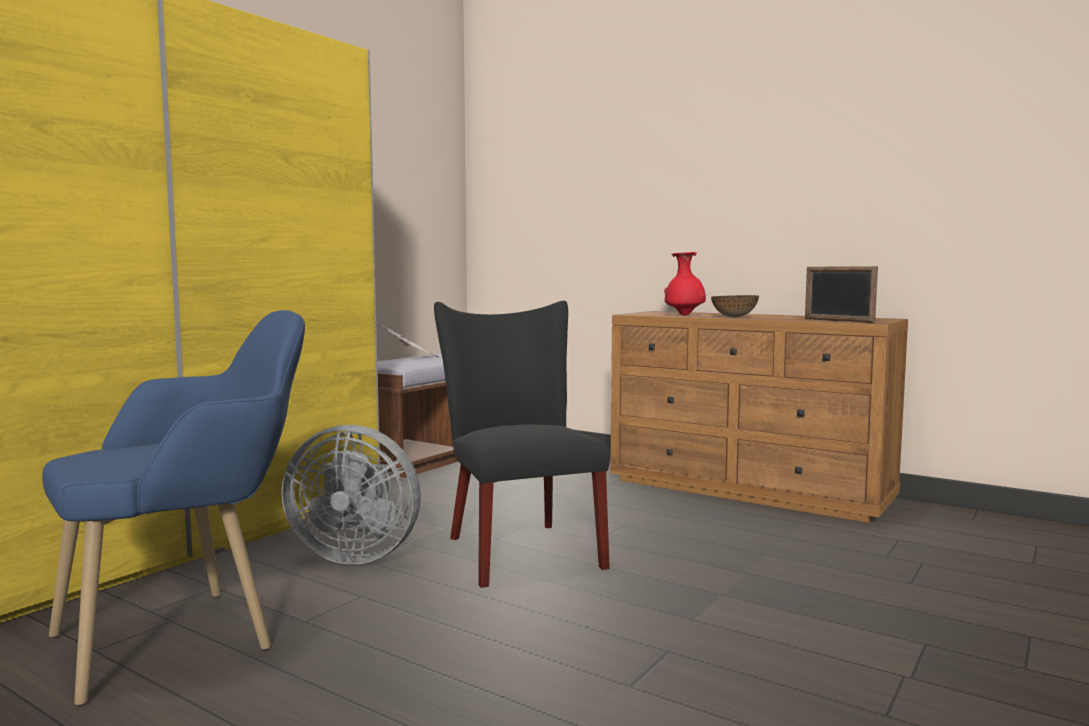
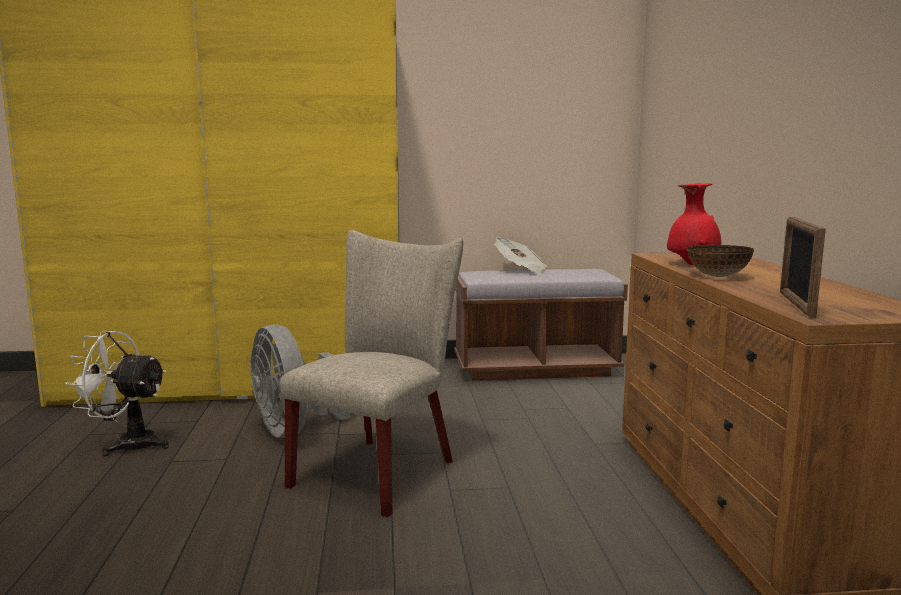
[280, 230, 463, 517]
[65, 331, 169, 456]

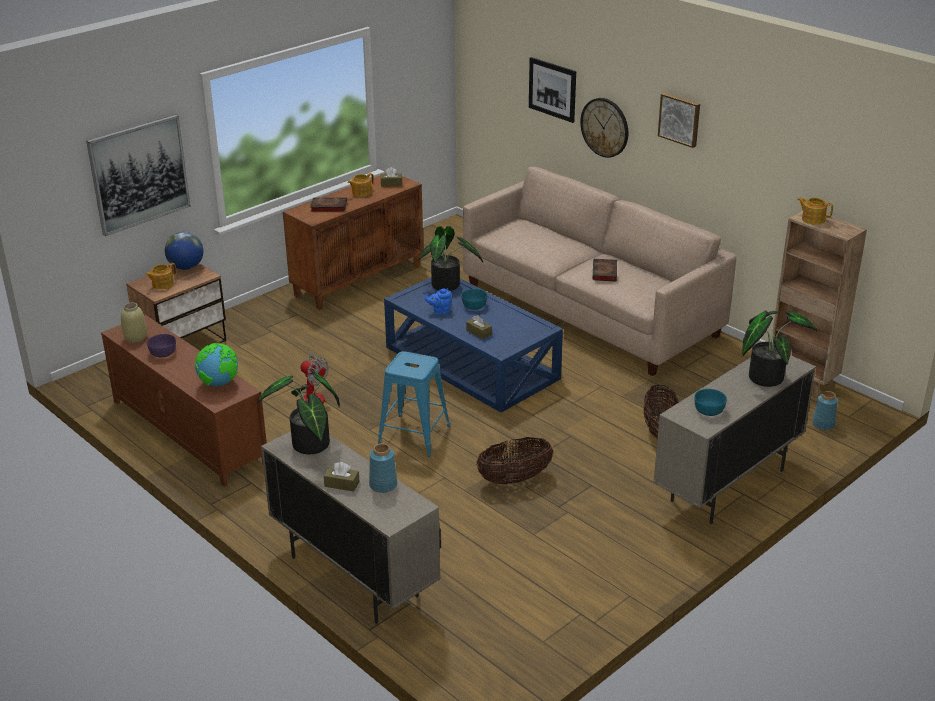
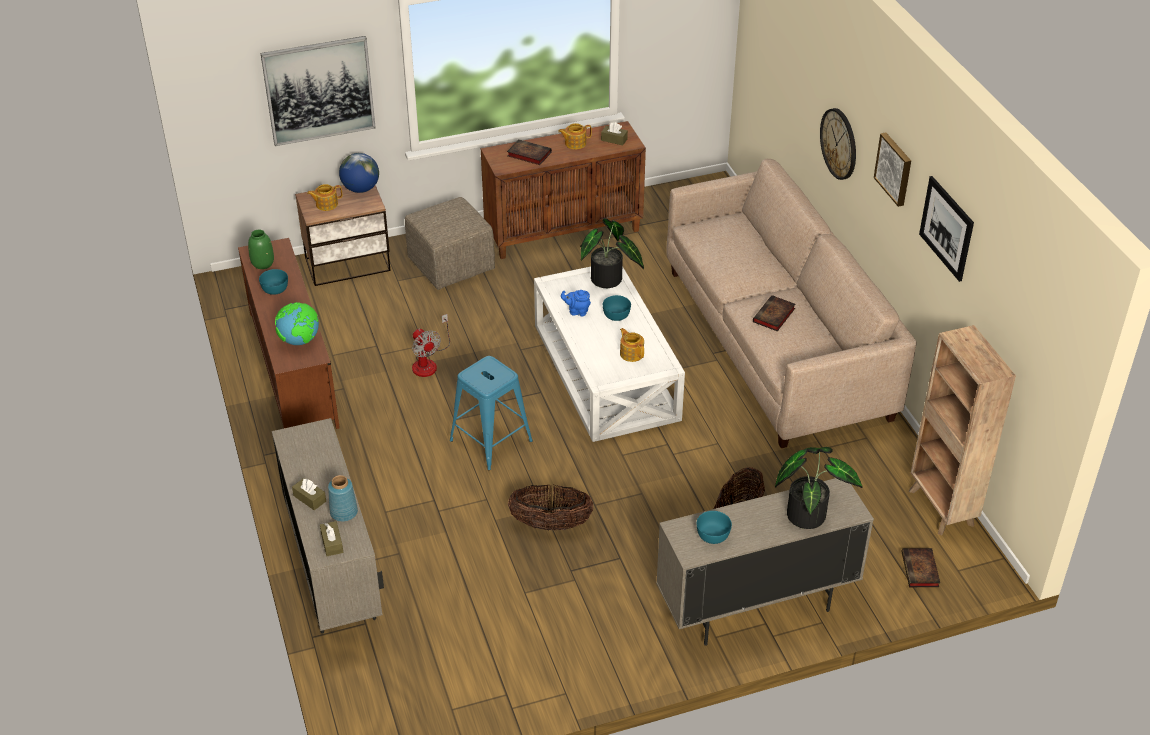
[919, 176, 974, 282]
[620, 328, 644, 362]
[534, 266, 685, 442]
[248, 230, 274, 269]
[320, 521, 344, 556]
[259, 269, 288, 295]
[257, 370, 340, 454] (first image)
[901, 548, 940, 587]
[405, 197, 495, 290]

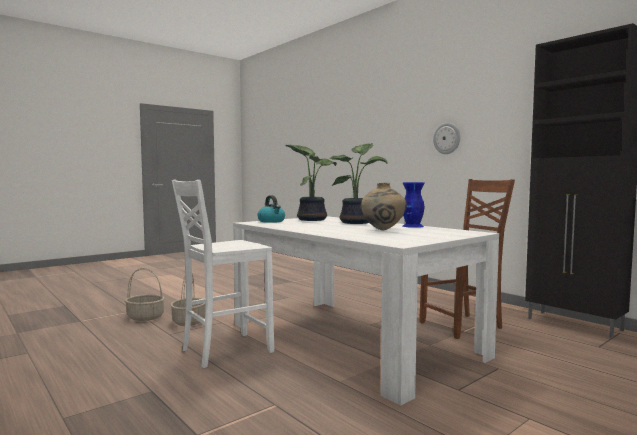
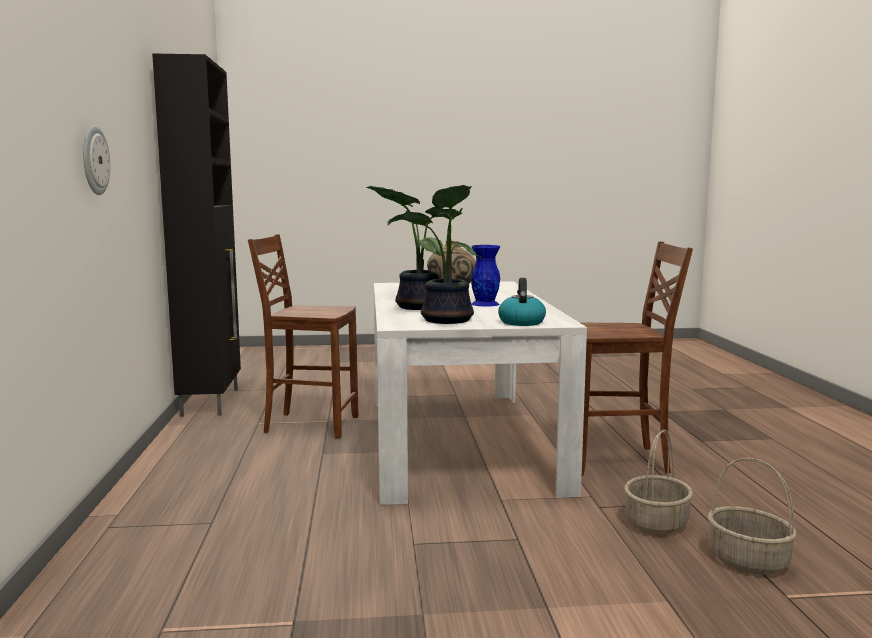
[579, 241, 693, 475]
[471, 245, 500, 307]

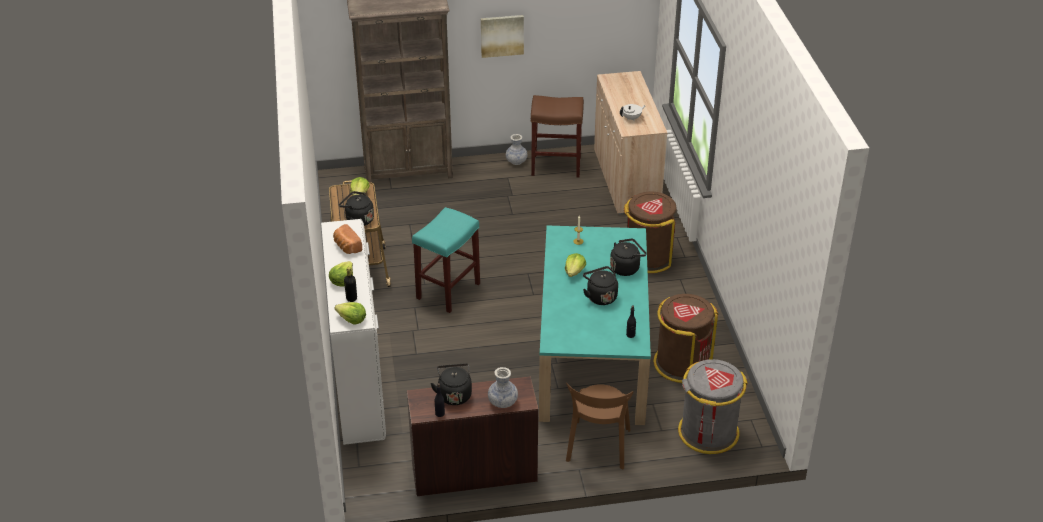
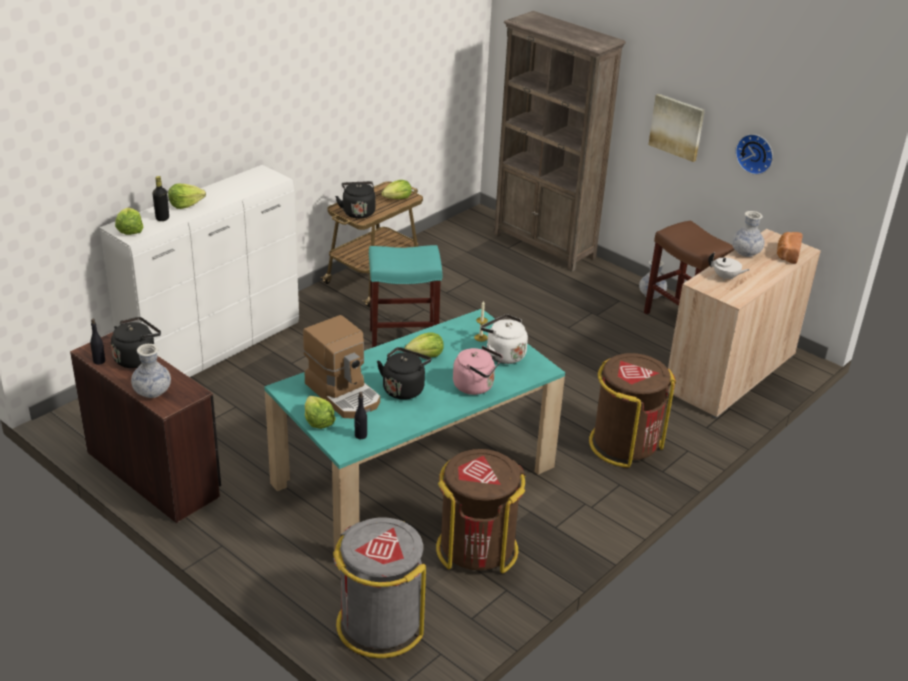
[777, 232, 803, 264]
[453, 346, 503, 395]
[566, 382, 633, 469] (first image)
[735, 134, 773, 175]
[732, 211, 764, 257]
[481, 314, 528, 364]
[303, 315, 380, 418]
[305, 396, 336, 429]

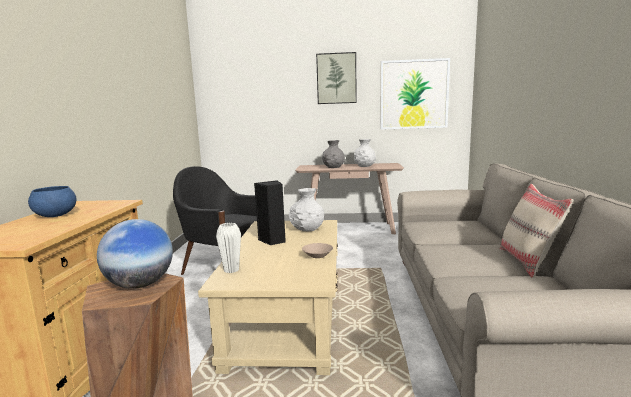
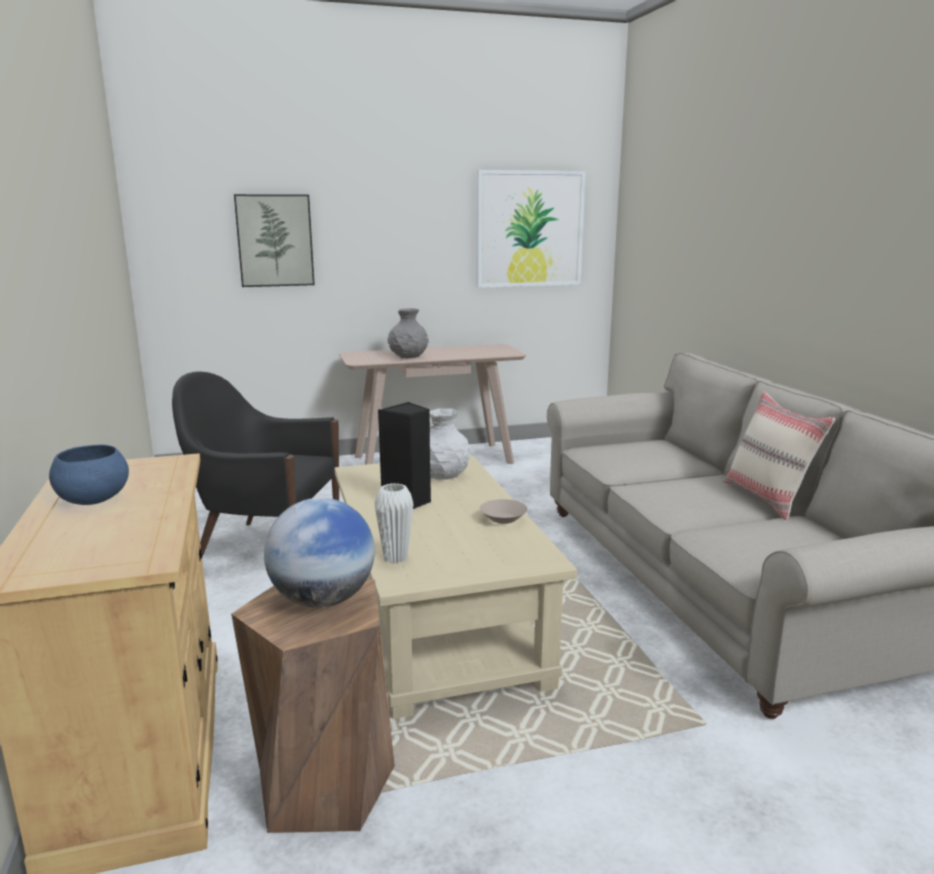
[234, 194, 315, 287]
[354, 139, 376, 167] (first image)

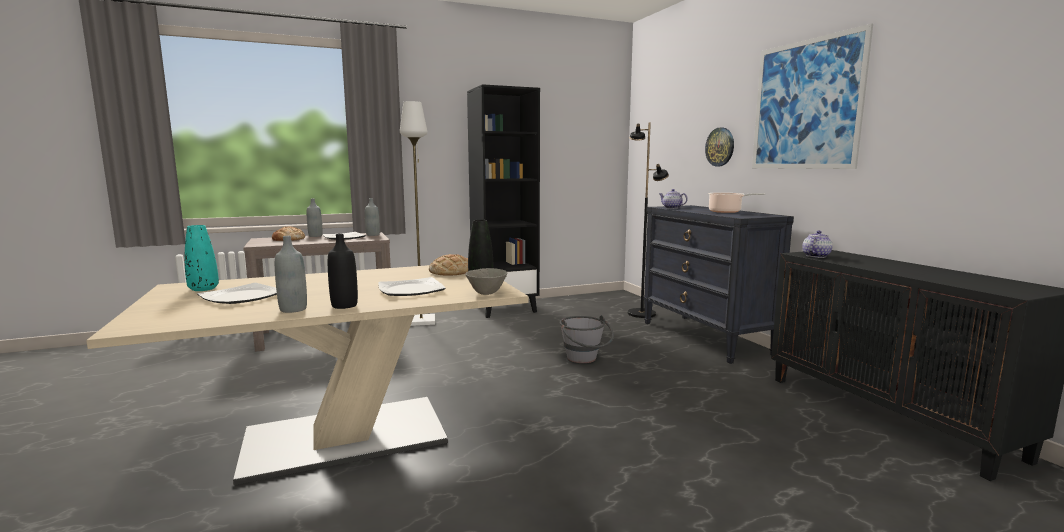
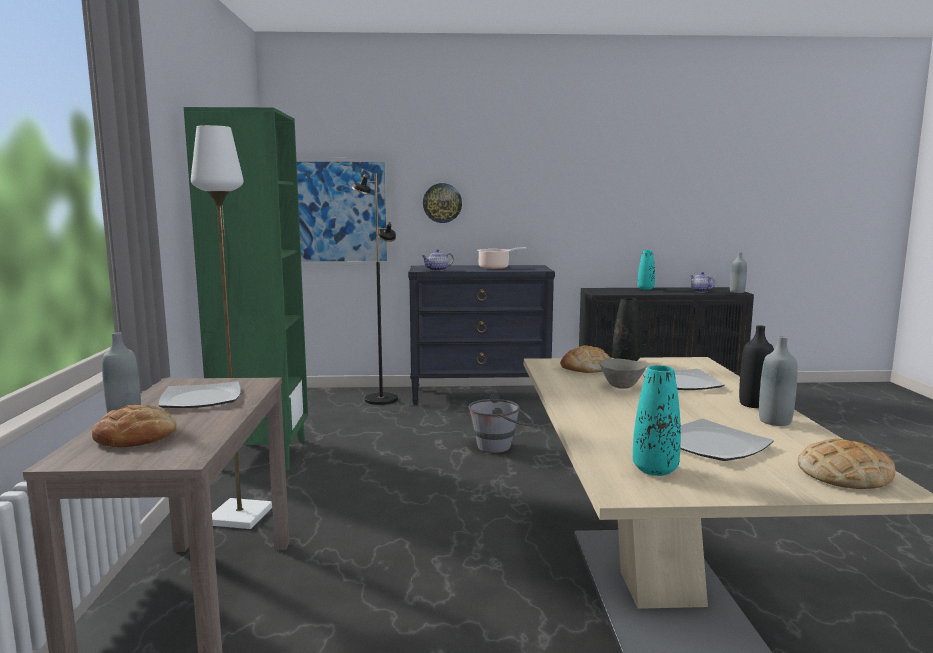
[296, 158, 391, 265]
[184, 107, 308, 471]
[730, 252, 747, 293]
[690, 272, 715, 292]
[599, 358, 647, 389]
[638, 250, 655, 290]
[798, 439, 895, 489]

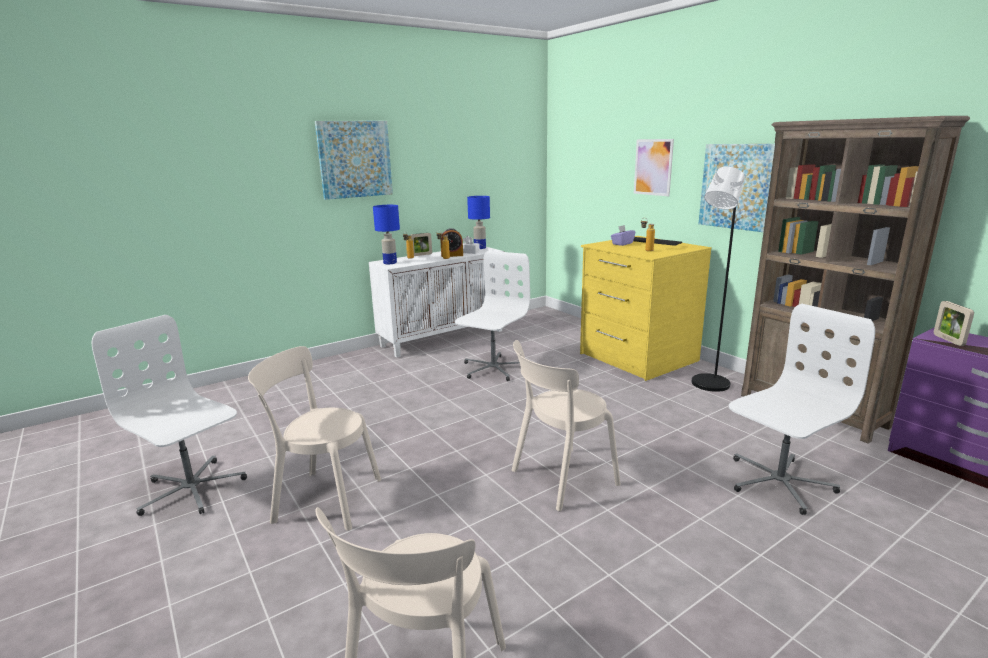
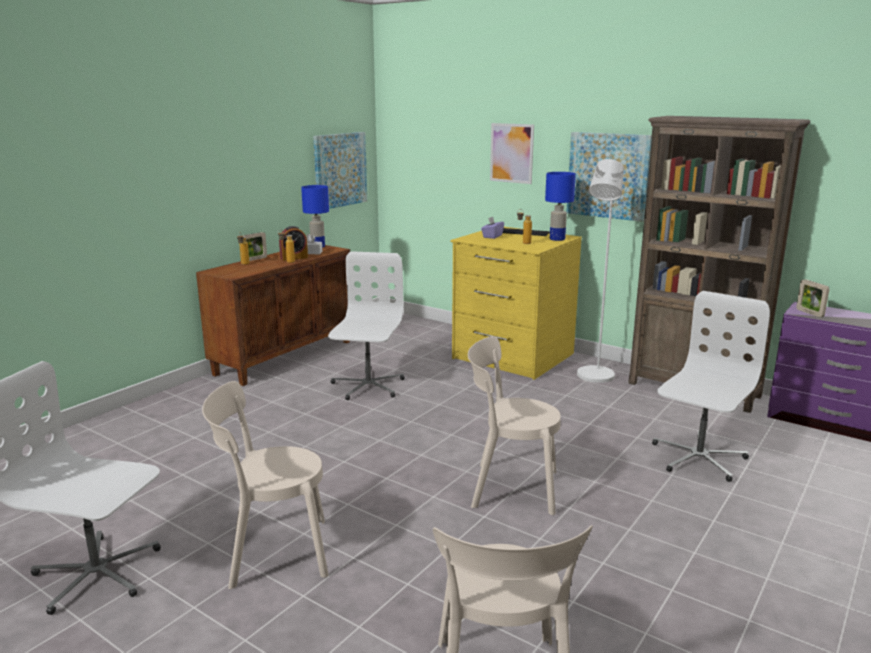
[313, 132, 367, 209]
[577, 159, 624, 383]
[545, 172, 576, 241]
[196, 245, 350, 386]
[468, 336, 561, 515]

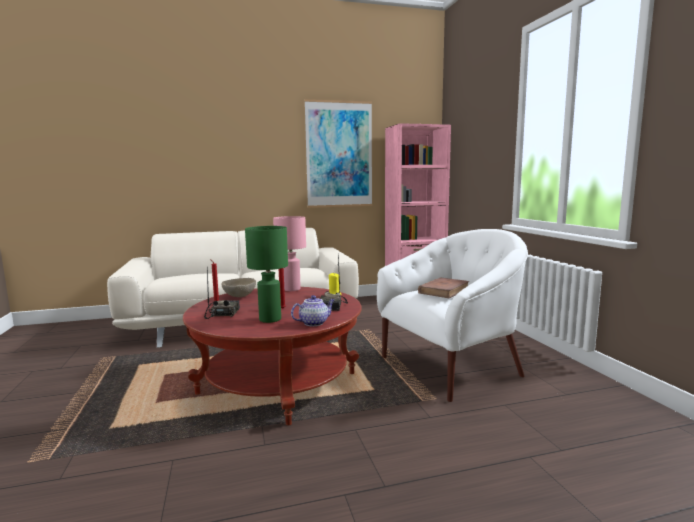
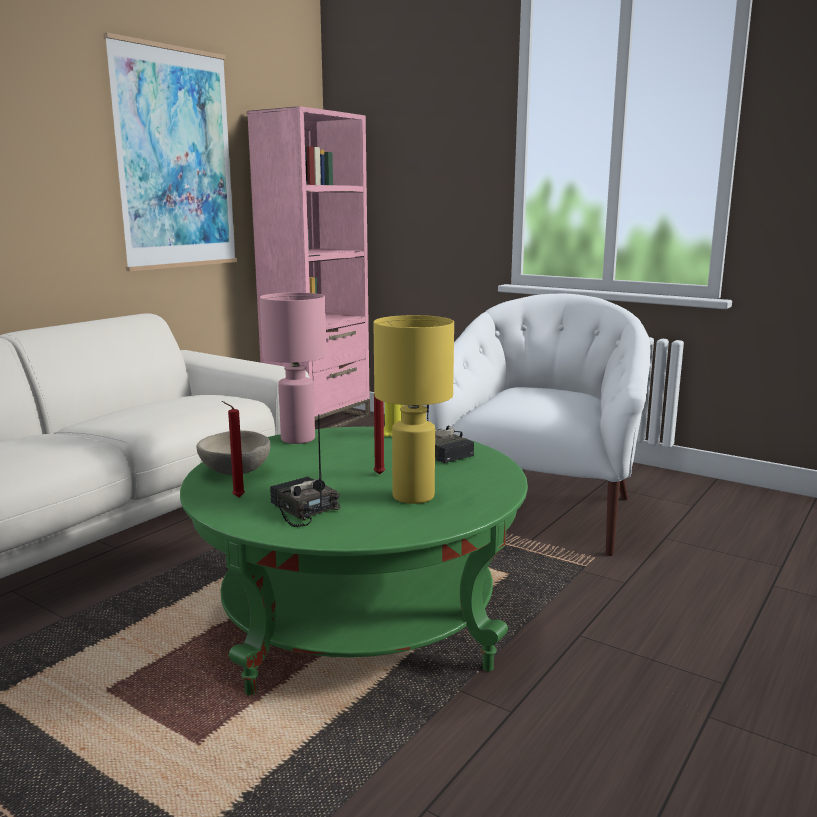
[374, 315, 454, 504]
[418, 277, 469, 299] (first image)
[180, 427, 528, 695]
[291, 295, 335, 326] (first image)

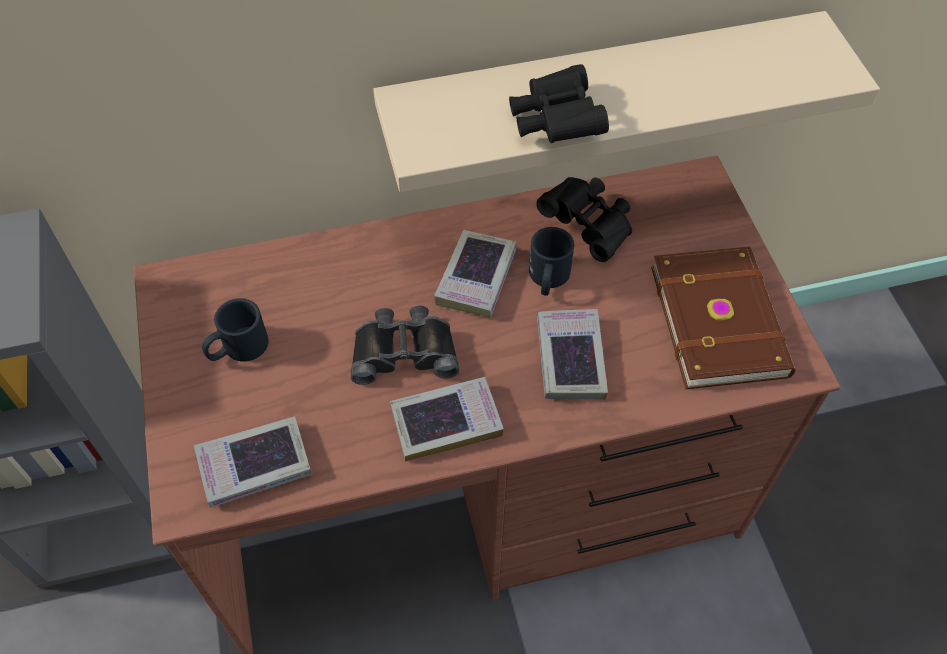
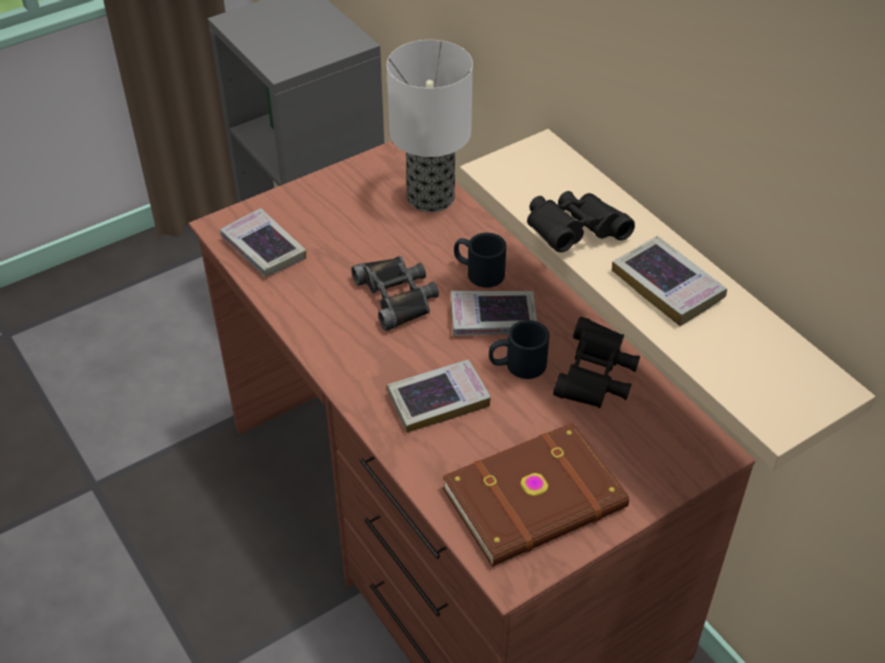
[454, 233, 507, 288]
[612, 236, 727, 326]
[387, 40, 473, 212]

